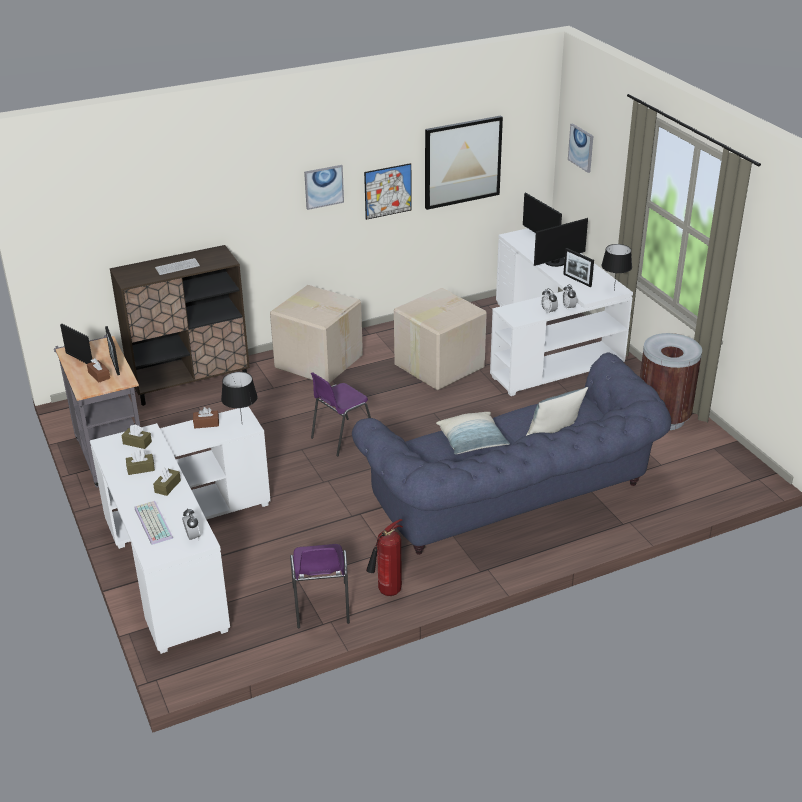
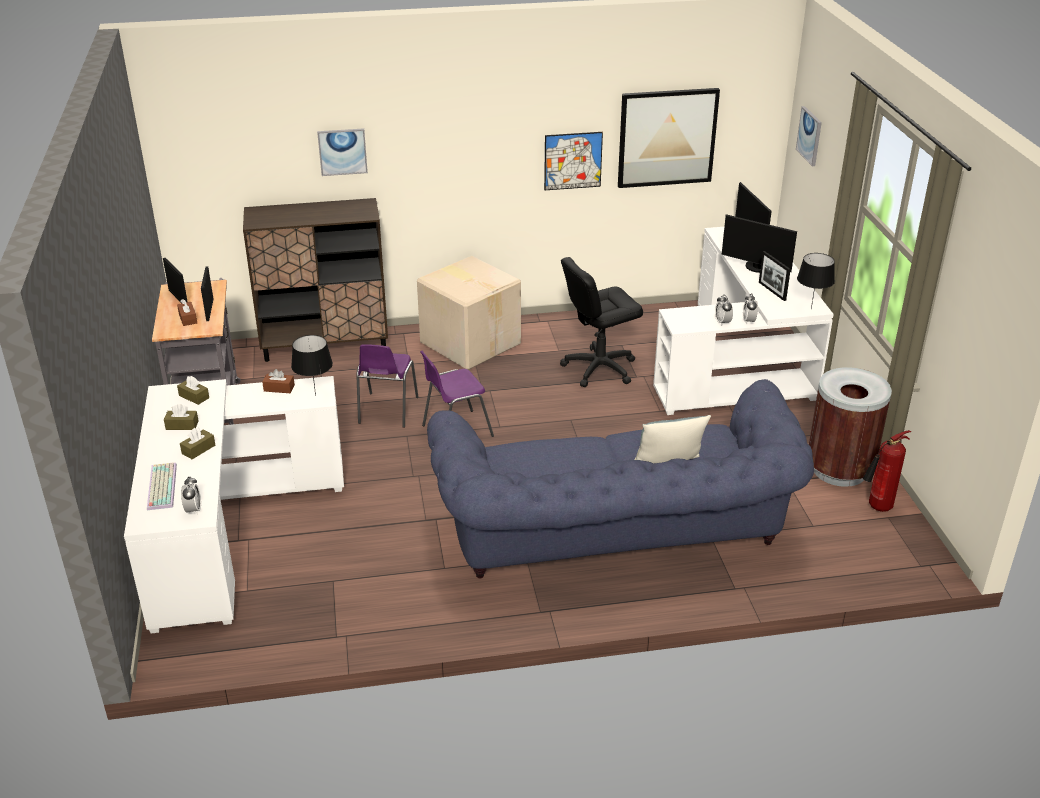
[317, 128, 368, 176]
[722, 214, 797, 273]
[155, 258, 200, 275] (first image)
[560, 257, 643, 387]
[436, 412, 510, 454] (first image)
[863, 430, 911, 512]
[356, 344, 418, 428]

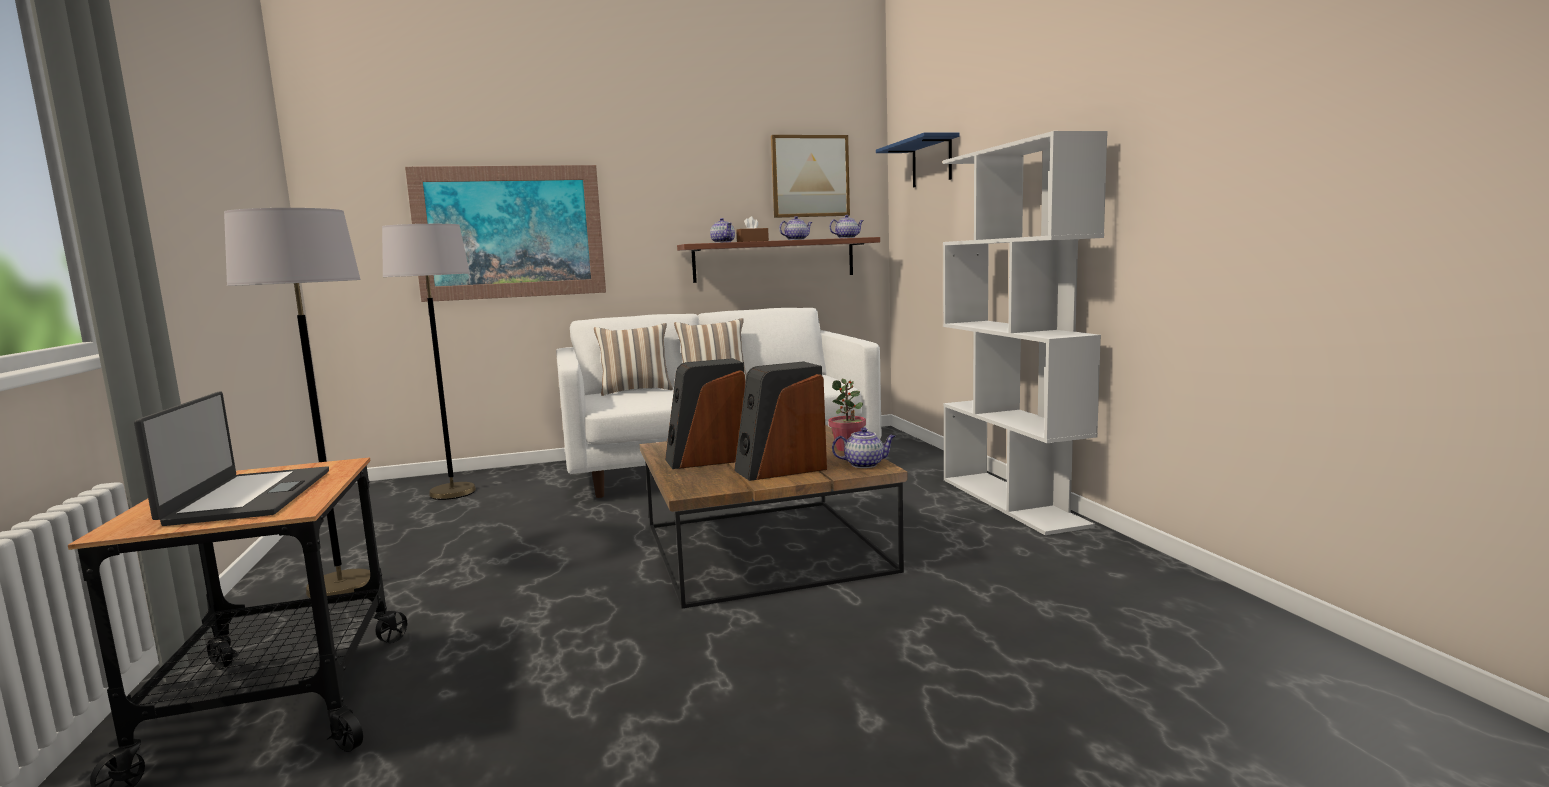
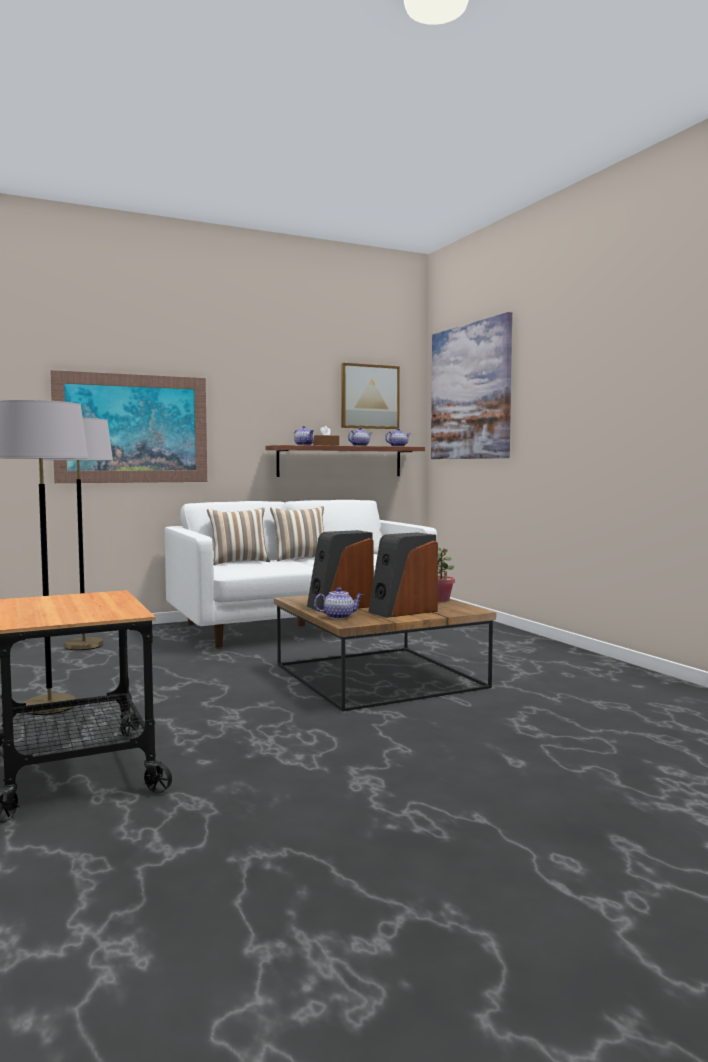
[943, 131, 1108, 535] (first image)
[431, 312, 512, 459]
[134, 391, 329, 526] (first image)
[314, 587, 363, 619]

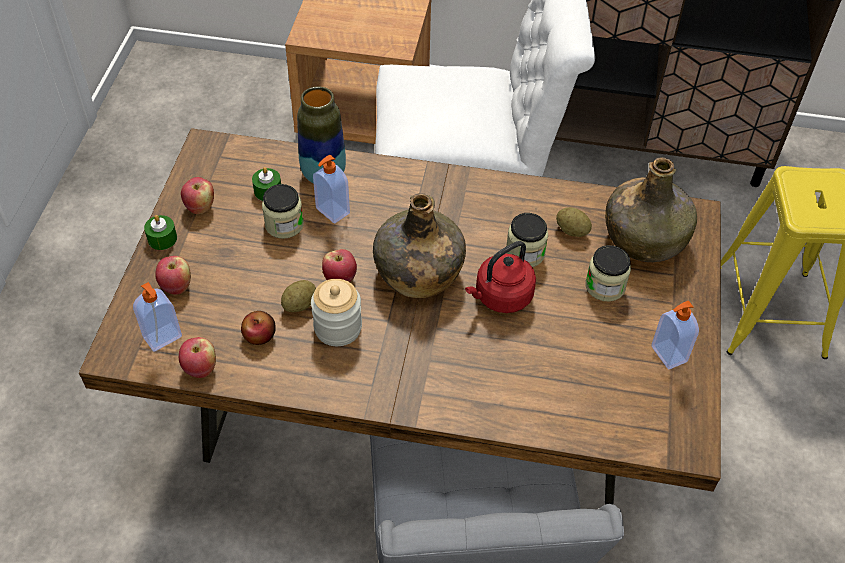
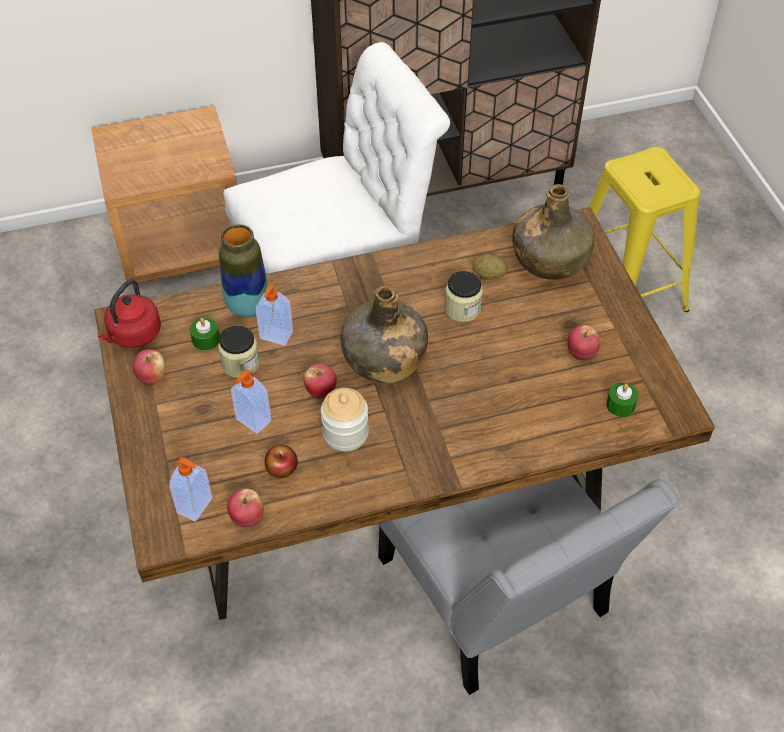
[606, 382, 639, 417]
[98, 279, 161, 348]
[585, 245, 631, 302] (first image)
[567, 325, 600, 360]
[281, 280, 316, 312] (first image)
[231, 369, 271, 434]

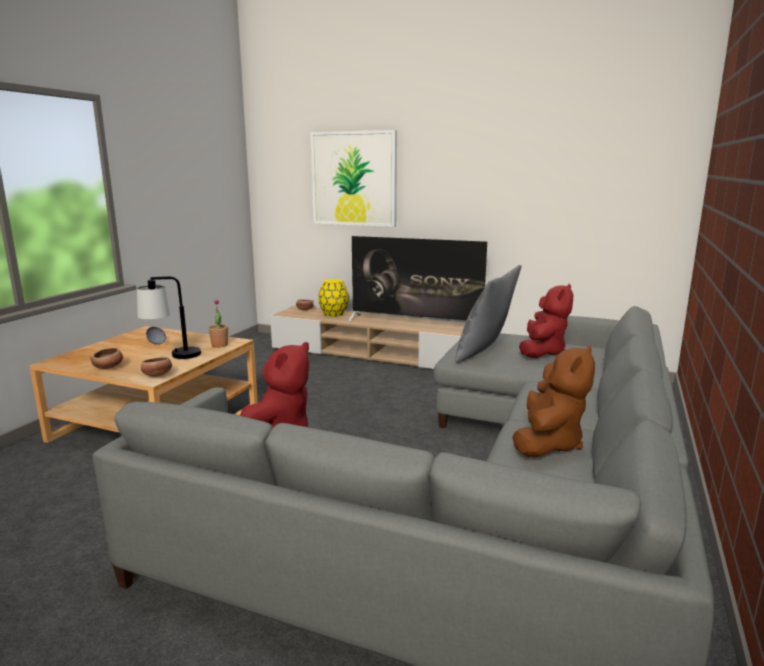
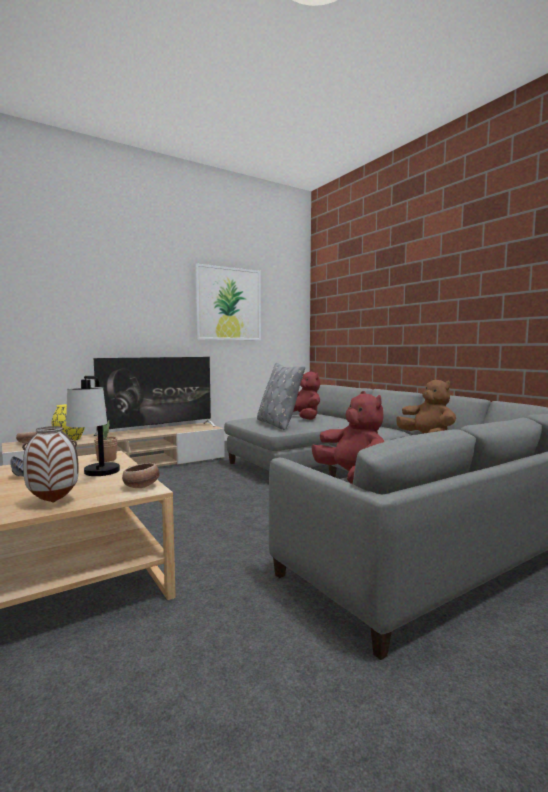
[195, 263, 261, 340]
[22, 426, 79, 502]

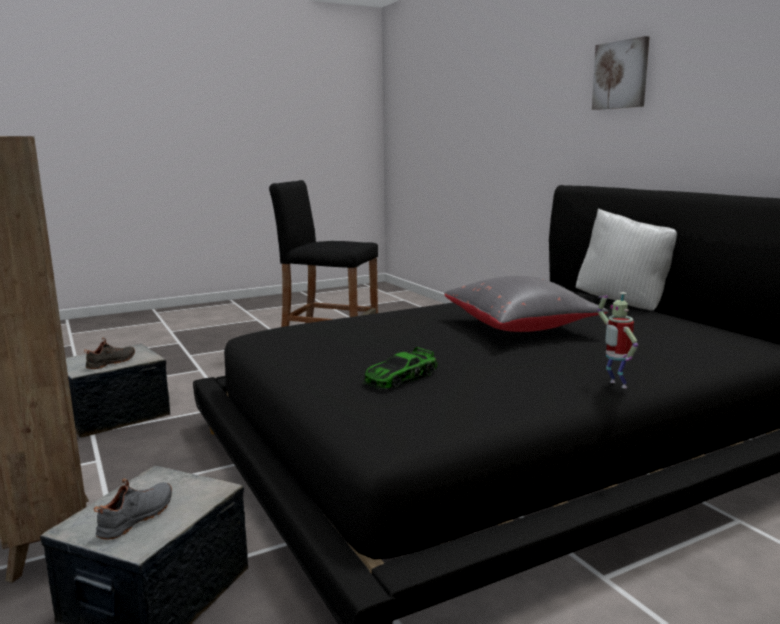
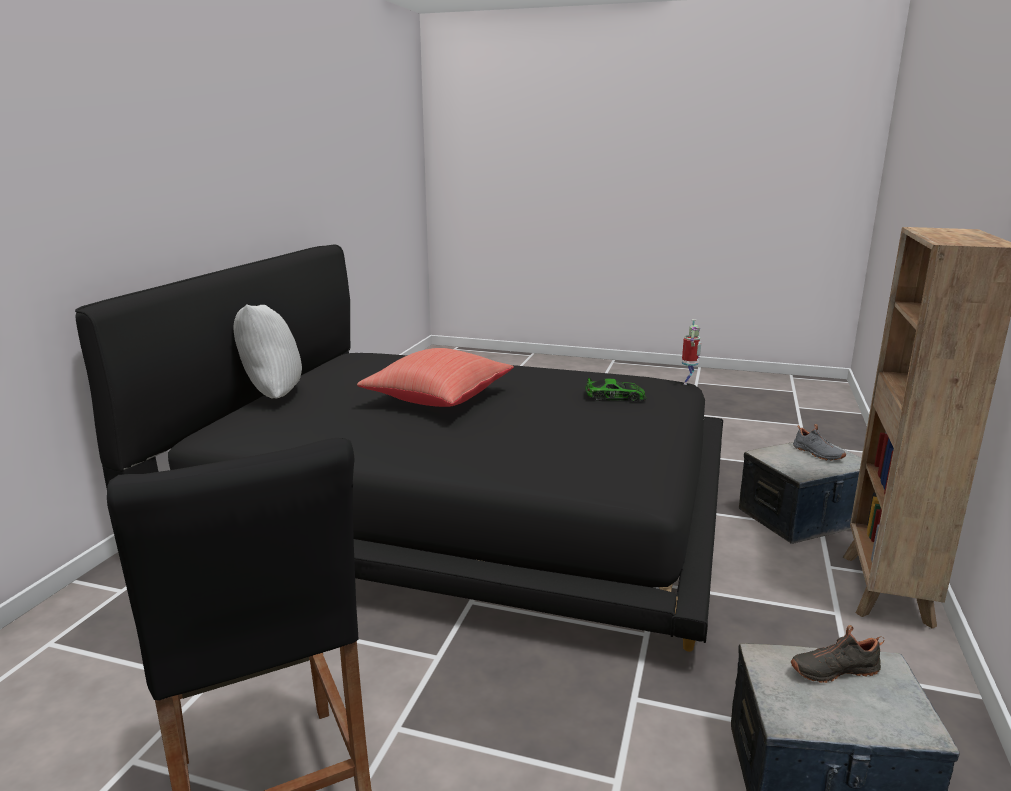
[592, 36, 650, 110] (first image)
[357, 348, 514, 407]
[682, 319, 701, 385]
[793, 424, 846, 461]

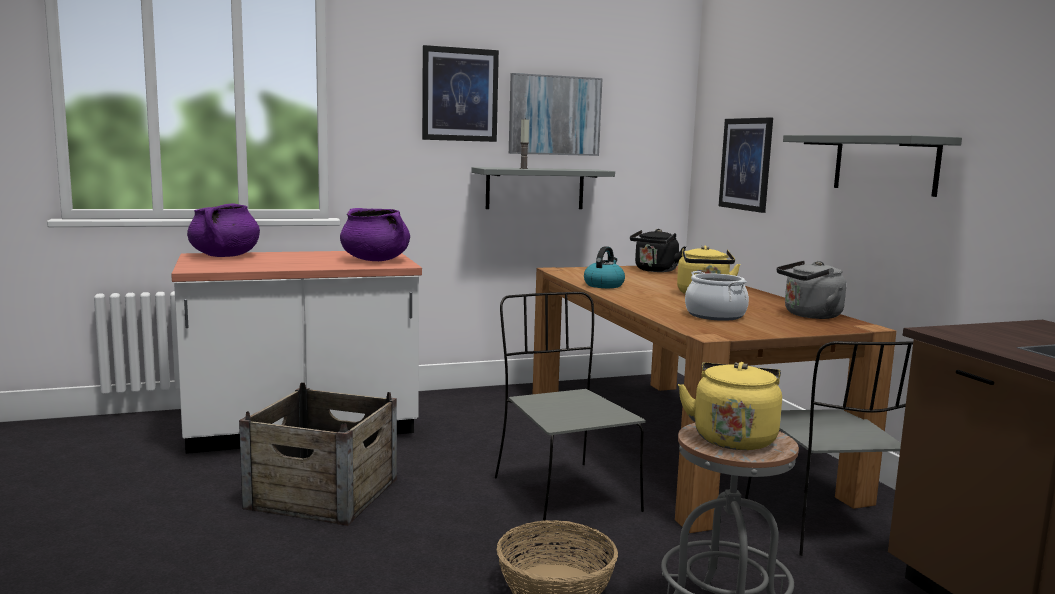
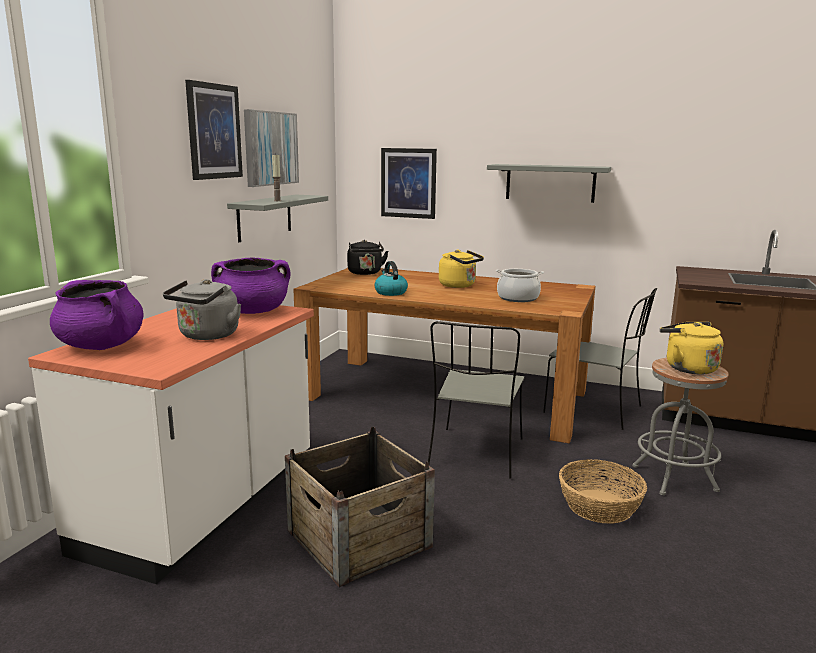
[163, 279, 241, 340]
[428, 321, 524, 479]

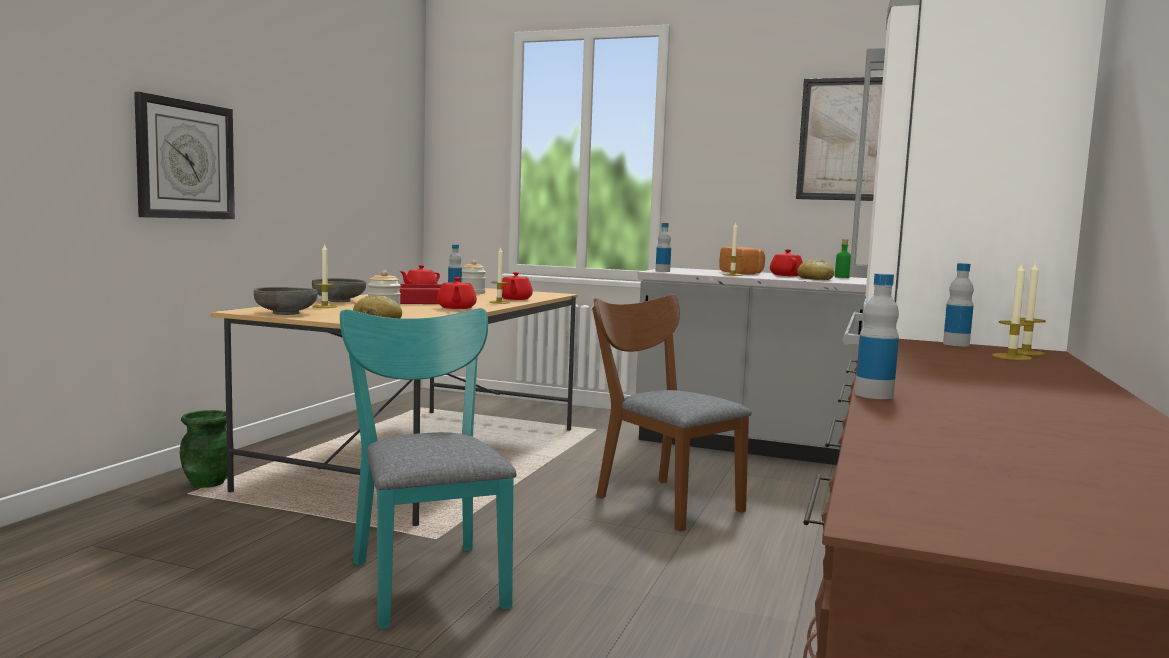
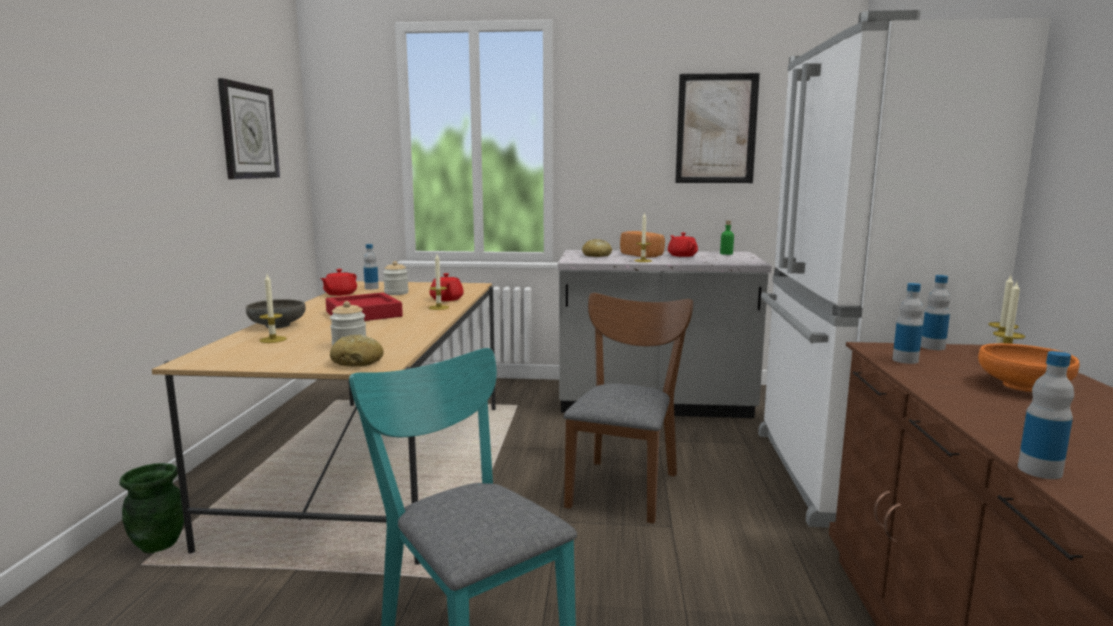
[218, 78, 280, 179]
[892, 283, 924, 364]
[582, 239, 612, 257]
[437, 277, 477, 309] (first image)
[254, 287, 318, 315] (first image)
[564, 293, 693, 524]
[978, 343, 1080, 392]

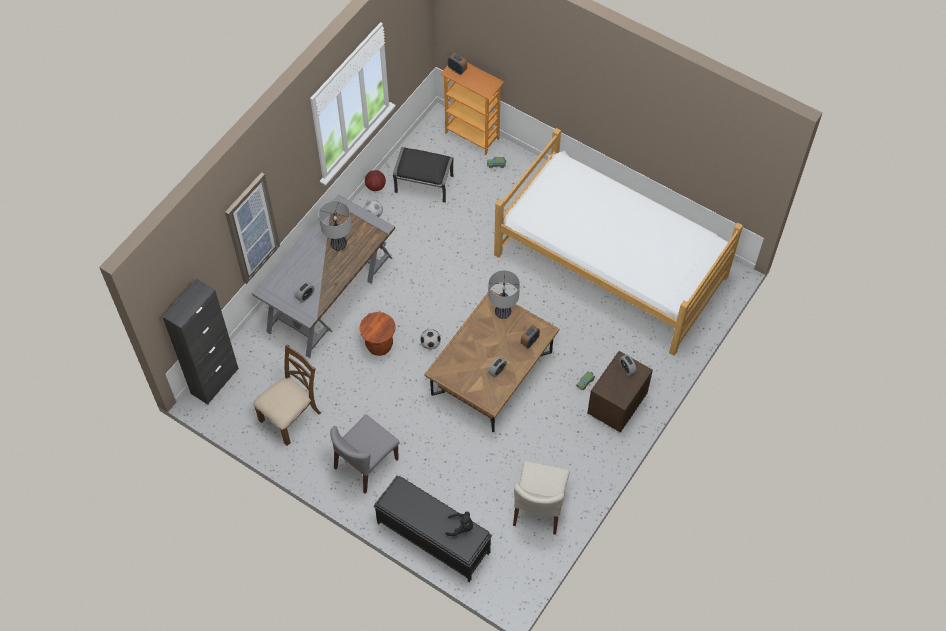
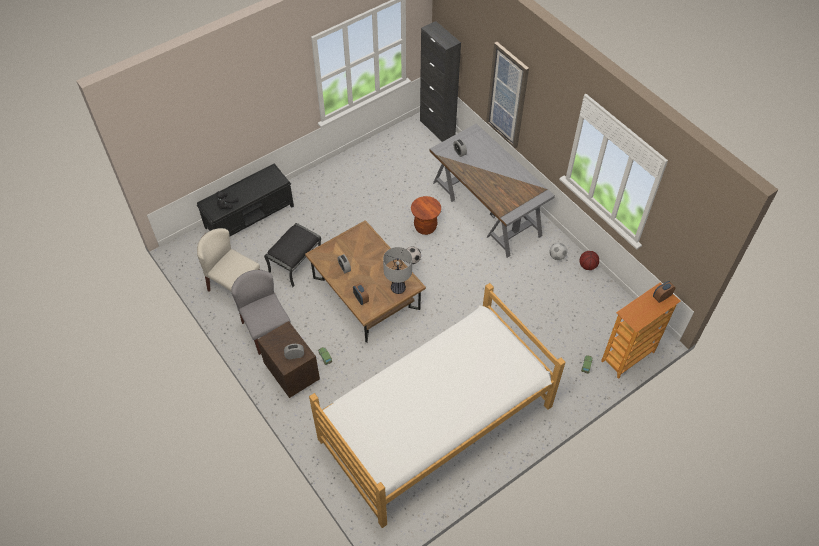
[264, 223, 321, 287]
[319, 201, 351, 250] (first image)
[253, 344, 321, 446] (first image)
[231, 270, 291, 355]

